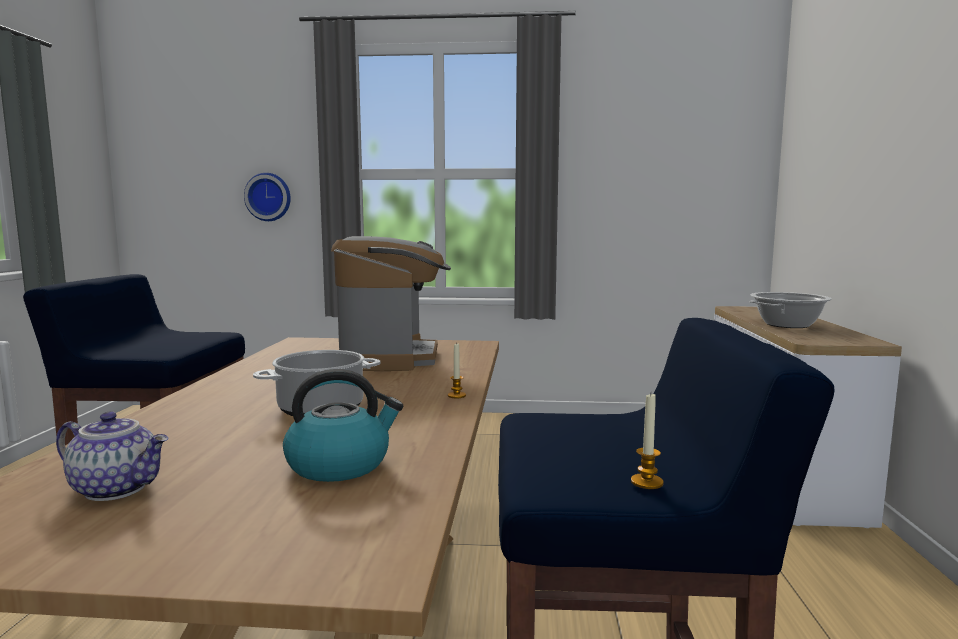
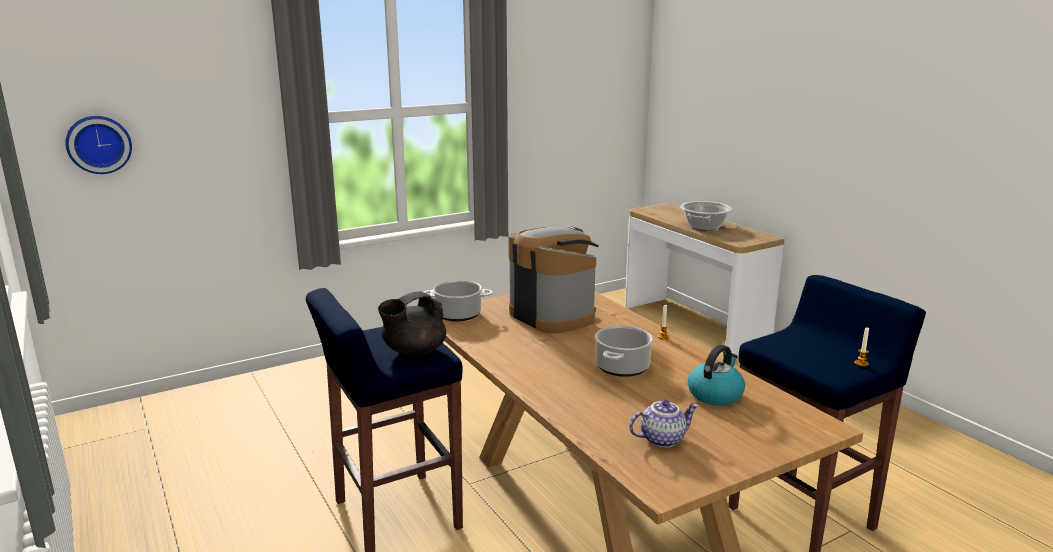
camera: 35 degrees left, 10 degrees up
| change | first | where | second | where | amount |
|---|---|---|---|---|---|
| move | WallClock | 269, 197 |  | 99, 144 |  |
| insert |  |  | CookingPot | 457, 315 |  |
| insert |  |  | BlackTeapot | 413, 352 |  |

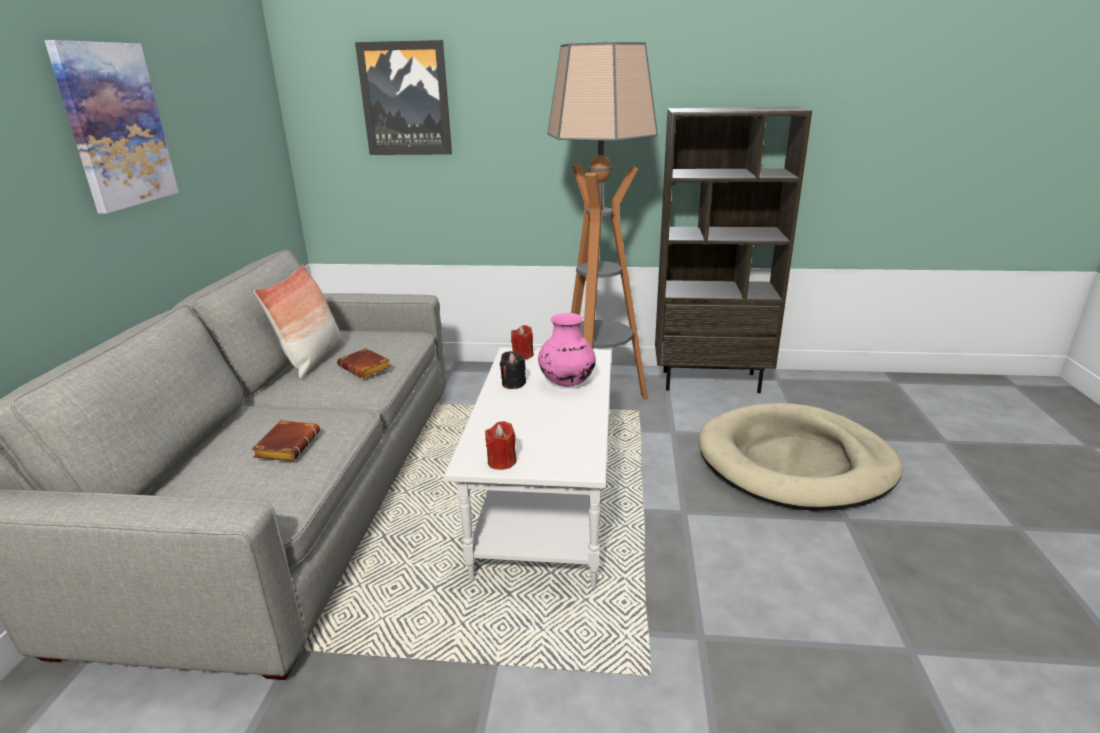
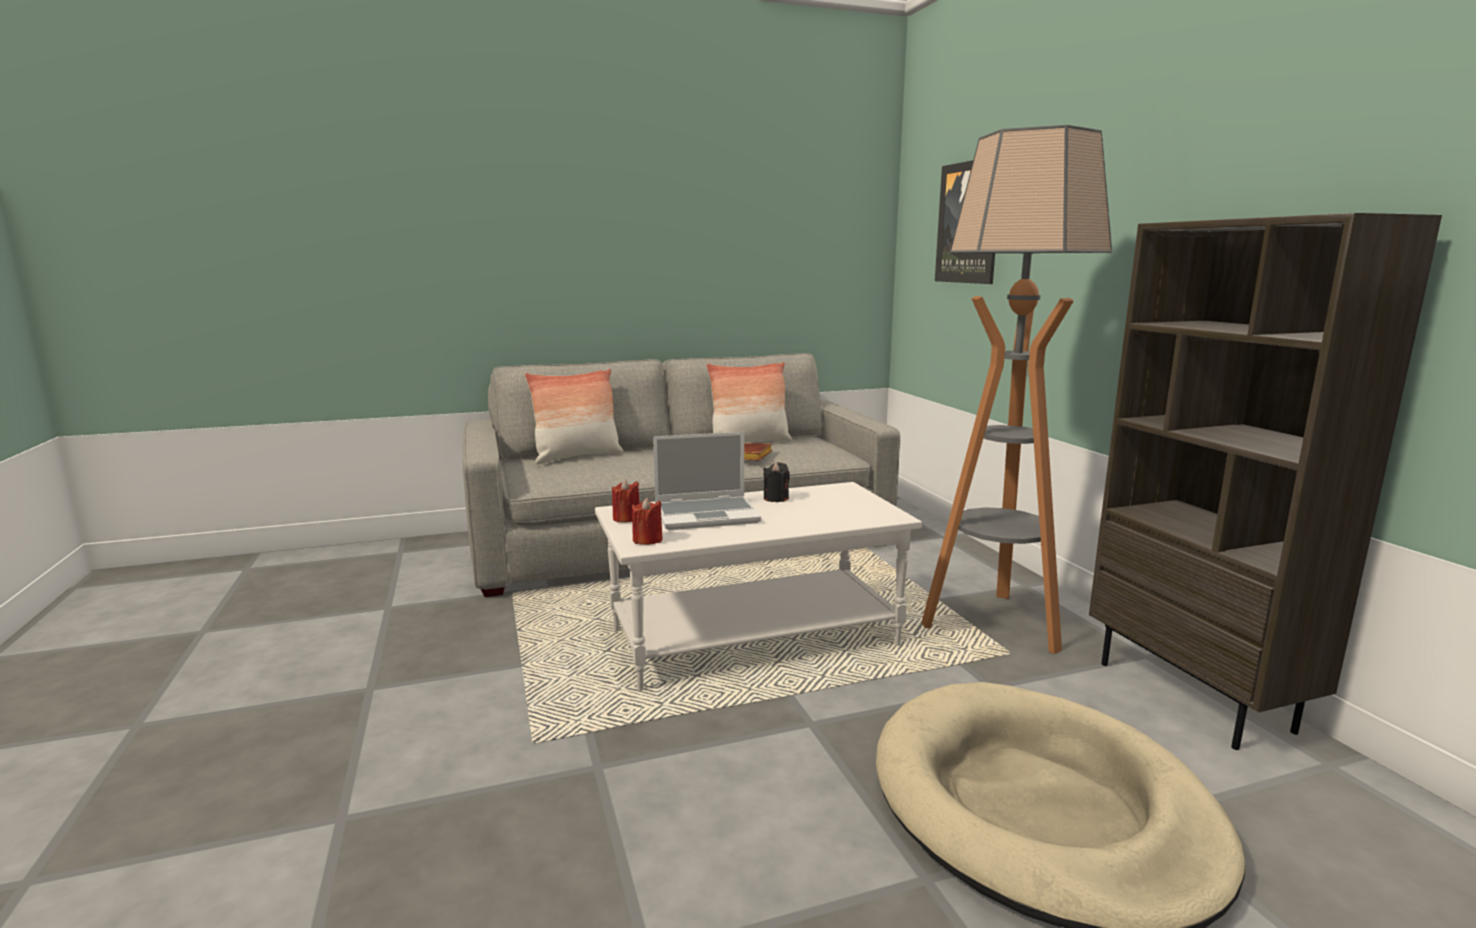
camera: 65 degrees right, 10 degrees down
| change | first | where | second | where | amount |
|---|---|---|---|---|---|
| delete | Picture | 115, 126 |  |  |  |
| delete | PinkVase | 566, 383 |  |  |  |
| move | RedCandle | 523, 355 |  | 647, 540 |  |
| delete | BrownBook | 287, 445 |  |  |  |
| insert |  |  | Pillow | 577, 456 |  |
| insert |  |  | Laptop | 707, 515 |  |

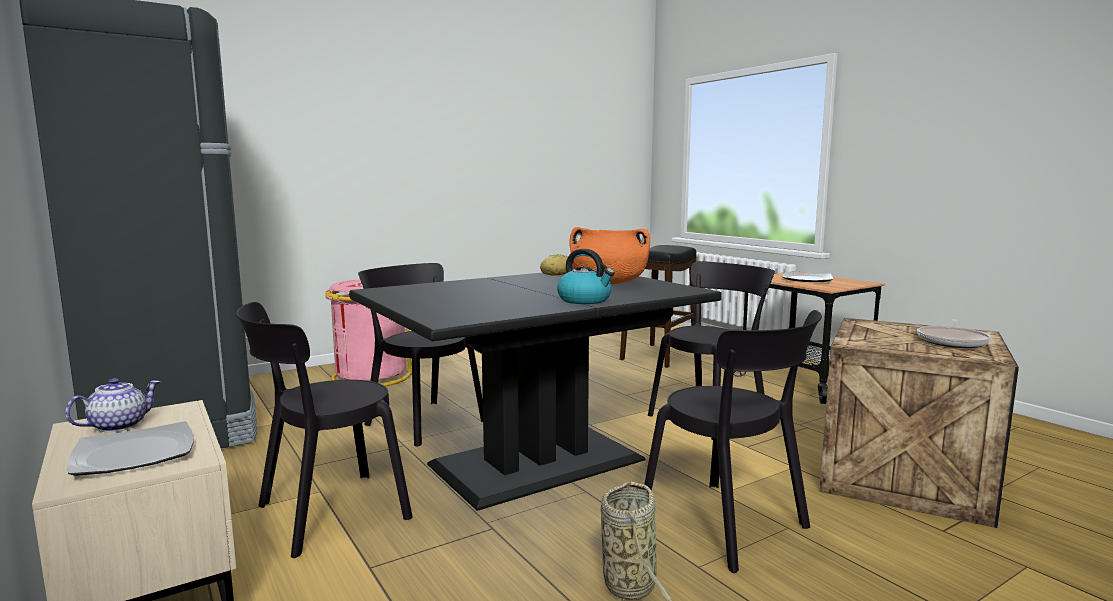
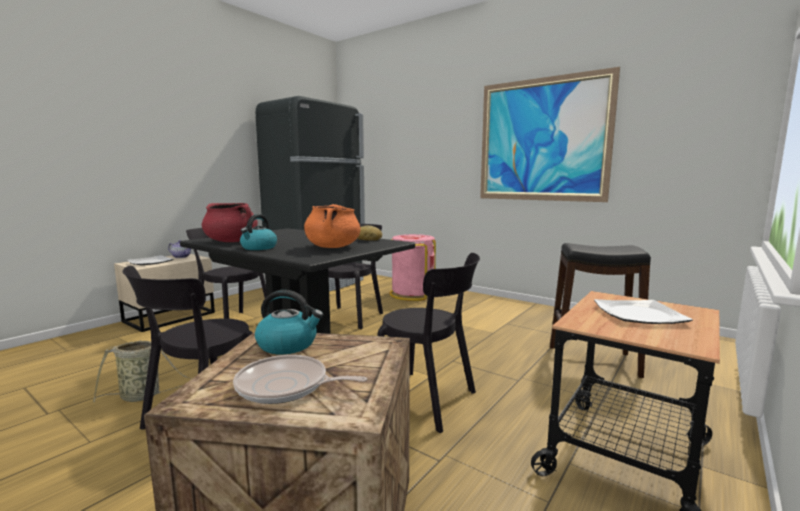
camera: 70 degrees right, 0 degrees up
| change | first | where | second | where | amount |
|---|---|---|---|---|---|
| insert |  |  | Picture | 542, 140 |  |
| insert |  |  | RedCookingPot | 232, 241 |  |
| insert |  |  | Kettle | 288, 345 |  |

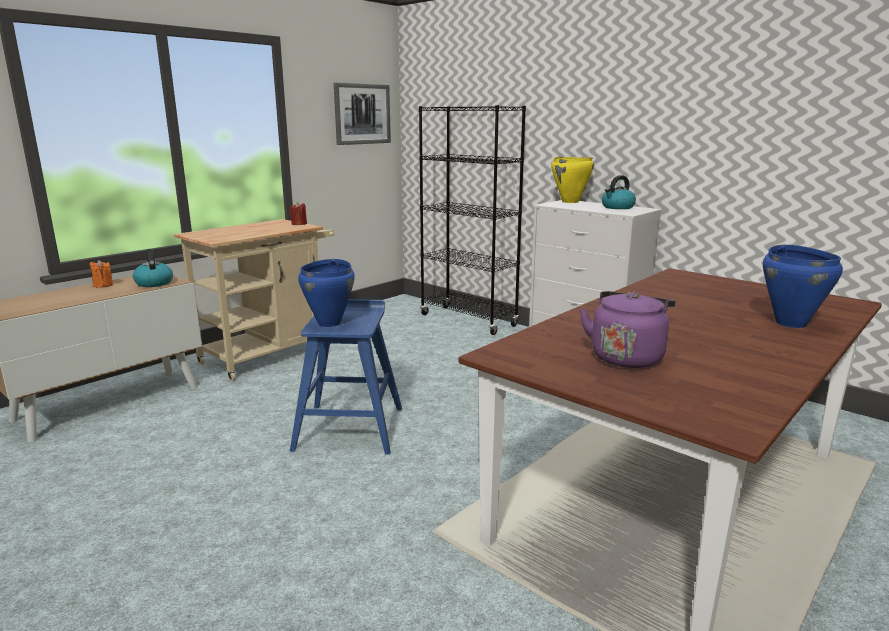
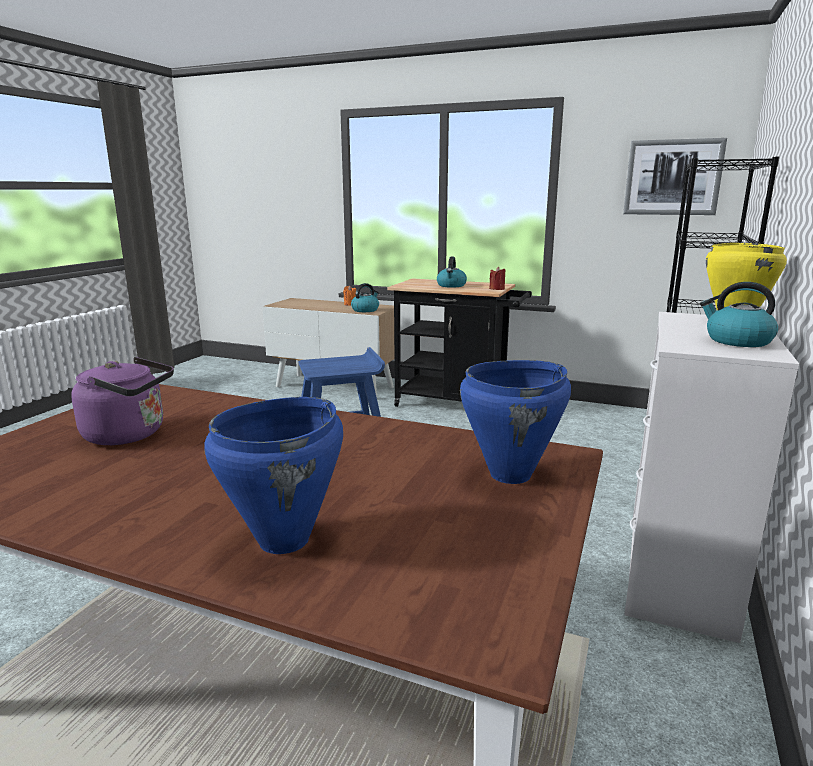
camera: 70 degrees right, 0 degrees up
| change | first | where | second | where | amount |
|---|---|---|---|---|---|
| recolor | BeigeCart | 270, 354 | BlackCart | 457, 404 |  |
| move | BlueCookingPot | 330, 323 |  | 511, 475 |  |
| insert |  |  | Kettle | 451, 285 |  |

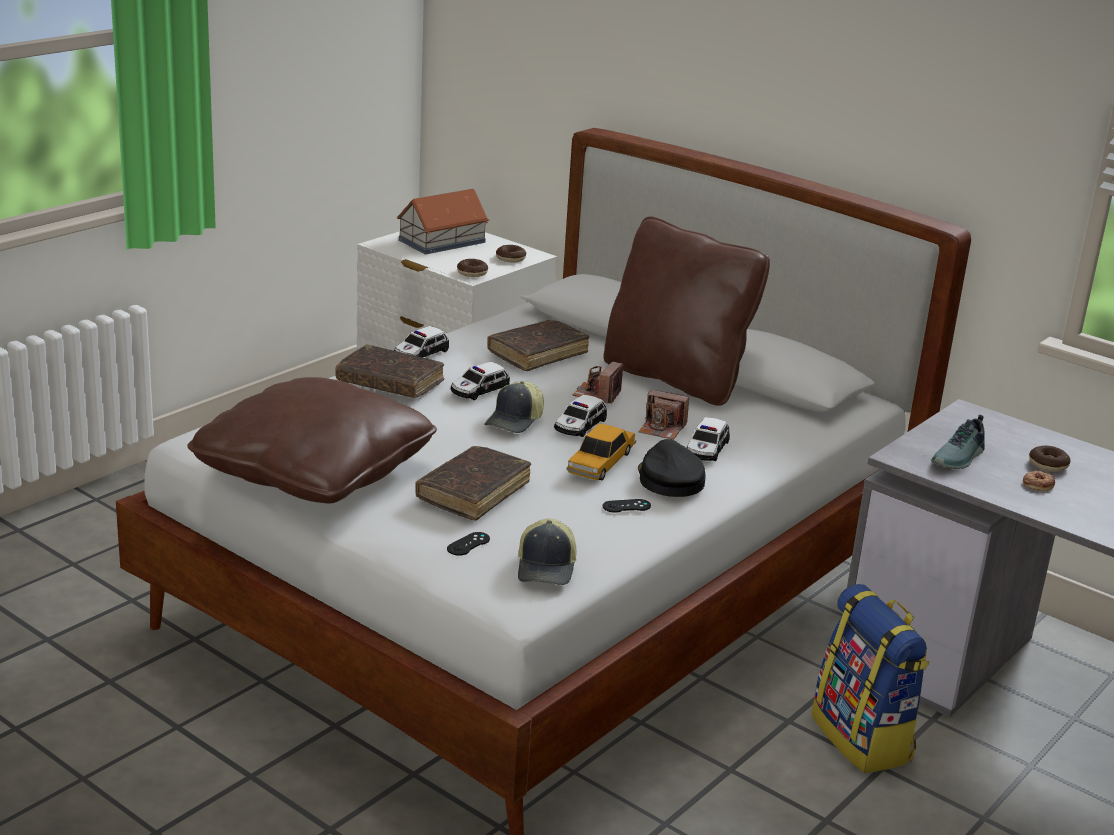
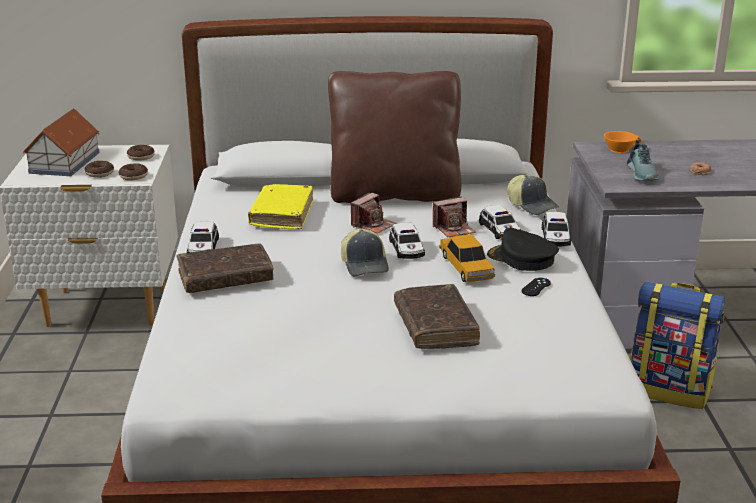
camera: 40 degrees left, 0 degrees up
| change | first | where | second | where | amount |
|---|---|---|---|---|---|
| recolor | BrownBook | 537, 354 | YellowBook | 282, 215 |  |
| rotate | PhotoCamera | 597, 395 |  | 373, 225 | 120 degrees counterclockwise |
| move | ToyCar | 479, 390 |  | 555, 237 |  |
| delete | BrownPillow | 313, 472 |  |  |  |
| move | Donut | 1048, 465 |  | 99, 174 |  |
| move | Cap | 547, 568 |  | 532, 205 |  |
| delete | BlackGameController | 468, 544 |  |  |  |
| insert |  |  | OrangeCup | 619, 149 |  |

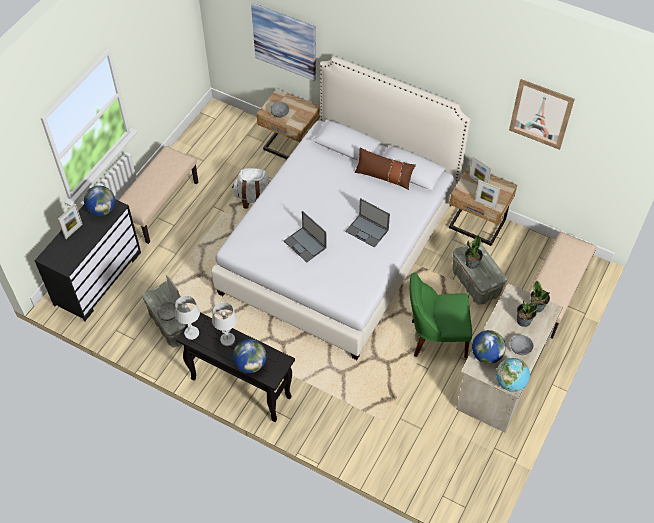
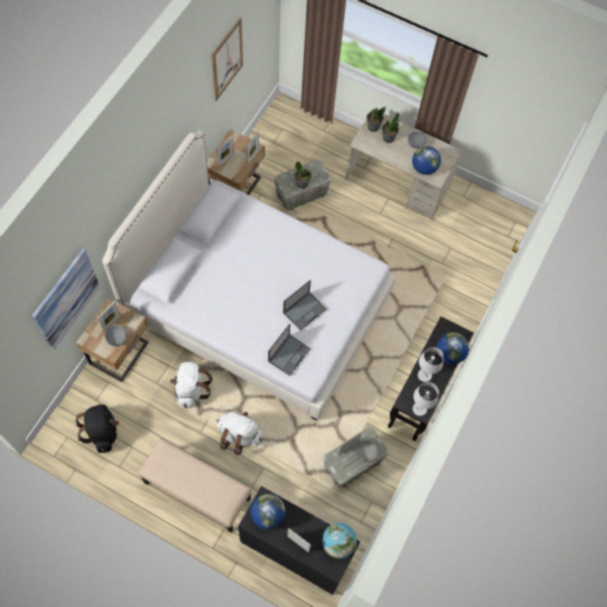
camera: 95 degrees left, 10 degrees up
| change | first | where | second | where | amount |
|---|---|---|---|---|---|
| delete | BrownPillow | 384, 176 |  |  |  |
| move | Laptop | 367, 231 |  | 289, 354 |  |
| delete | BeigeBench | 553, 296 |  |  |  |
| delete | GreenChair | 435, 338 |  |  |  |
| move | Globe | 510, 382 |  | 338, 543 |  |
| insert |  |  | PictureFrame | 111, 323 |  |
| insert |  |  | BlackBackpack | 102, 432 |  |
| insert |  |  | WhiteBackpack | 239, 436 |  |

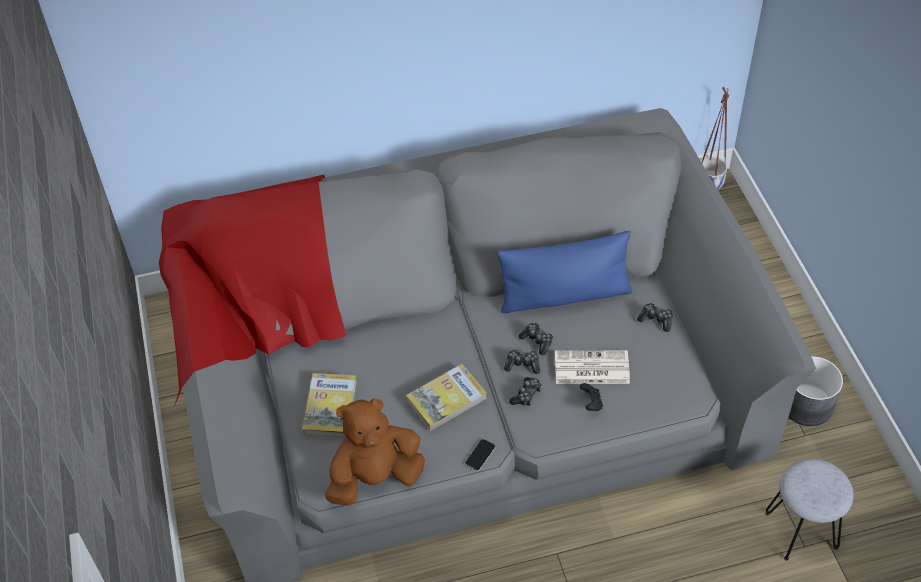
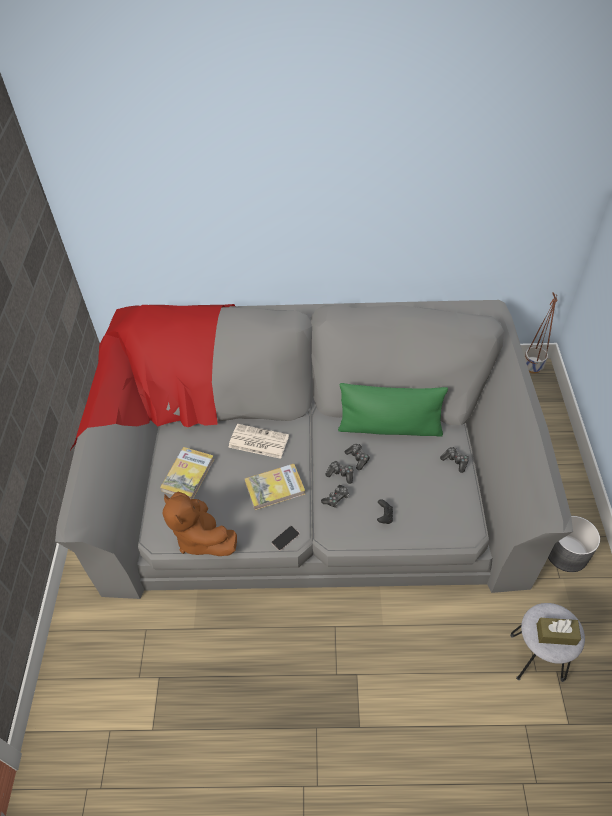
camera: 15 degrees right, 0 degrees up
| change | first | where | second | where | amount |
|---|---|---|---|---|---|
| recolor | BluePillow | 564, 295 | GreenPillow | 390, 428 |  |
| move | Newspaper | 590, 368 |  | 257, 441 |  |
| rotate | BrownPlushToy | 375, 478 |  | 201, 537 | 120 degrees counterclockwise |
| insert |  |  | BrownTissueBox | 556, 634 |  |

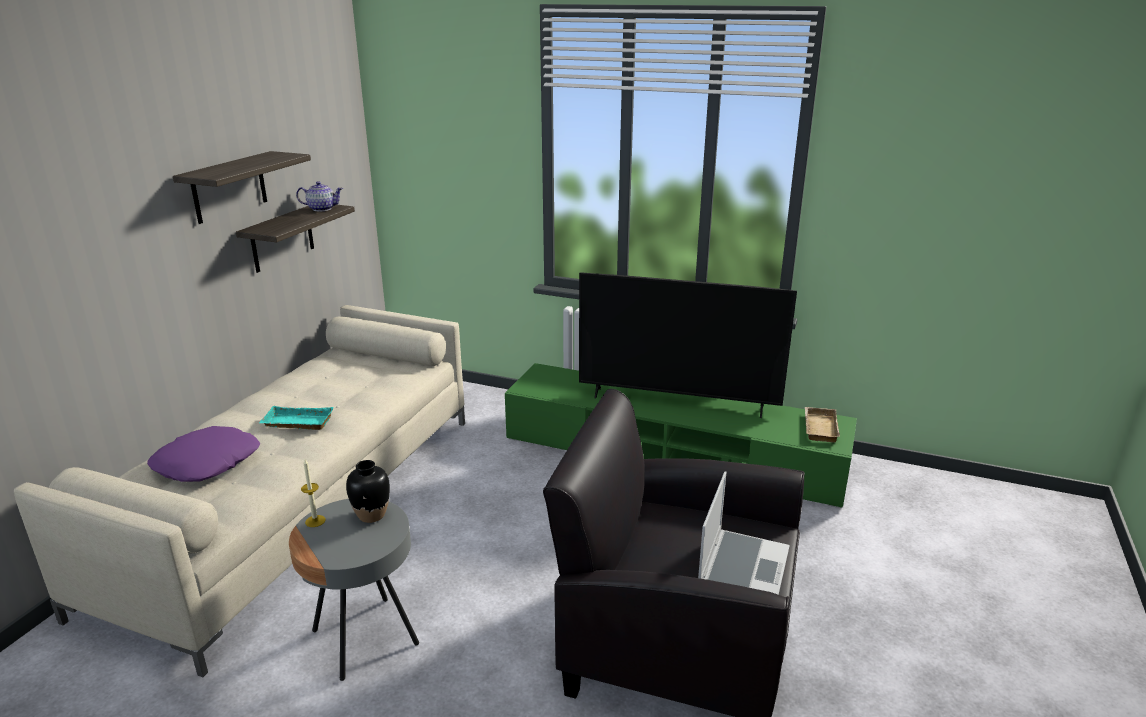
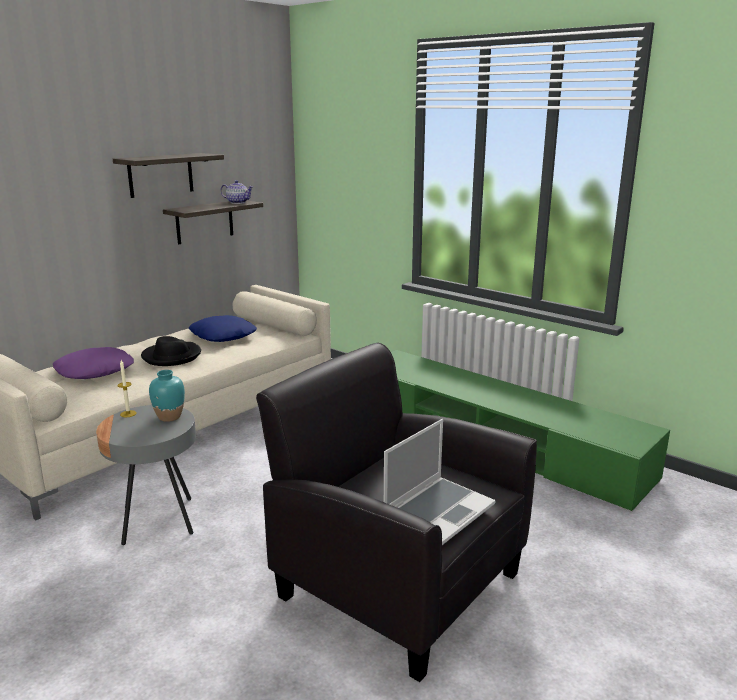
camera: 20 degrees right, 5 degrees down
| change | first | where | second | where | amount |
|---|---|---|---|---|---|
| delete | Television | 677, 402 |  |  |  |
| replace | TurquoiseTray | 296, 423 | BlackHat | 171, 356 |  |
| delete | BeigeTray | 818, 427 |  |  |  |
| recolor | BlackVase | 371, 515 | TurquoiseVase | 169, 417 |  |
| insert |  |  | BluePillow | 223, 335 |  |

